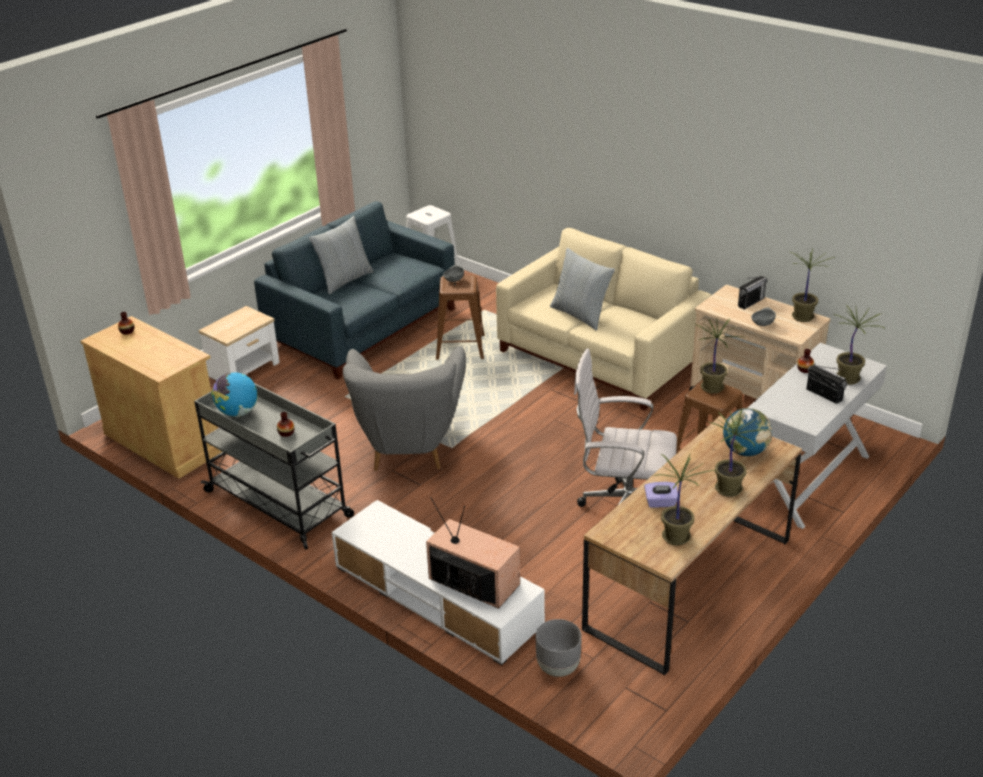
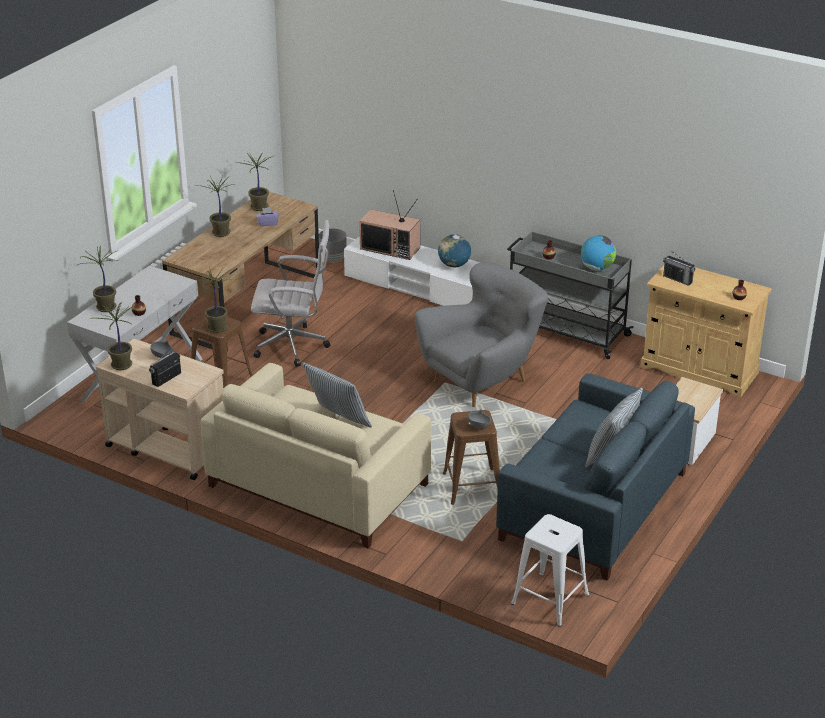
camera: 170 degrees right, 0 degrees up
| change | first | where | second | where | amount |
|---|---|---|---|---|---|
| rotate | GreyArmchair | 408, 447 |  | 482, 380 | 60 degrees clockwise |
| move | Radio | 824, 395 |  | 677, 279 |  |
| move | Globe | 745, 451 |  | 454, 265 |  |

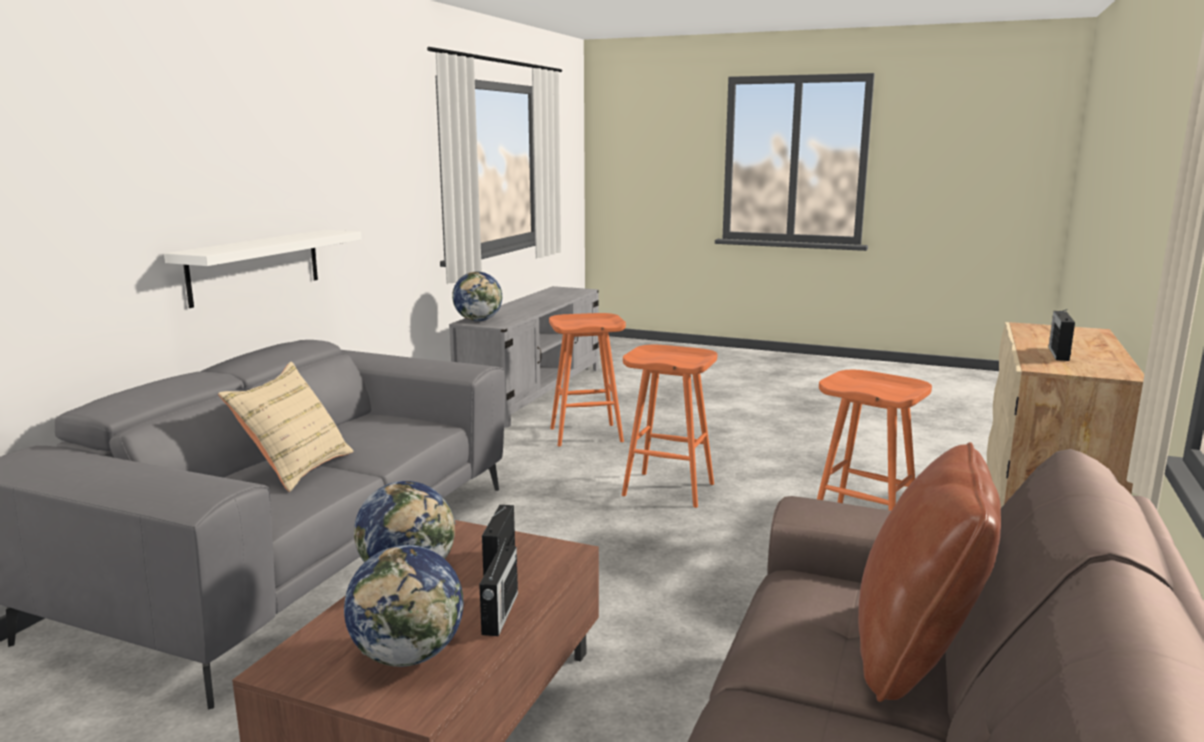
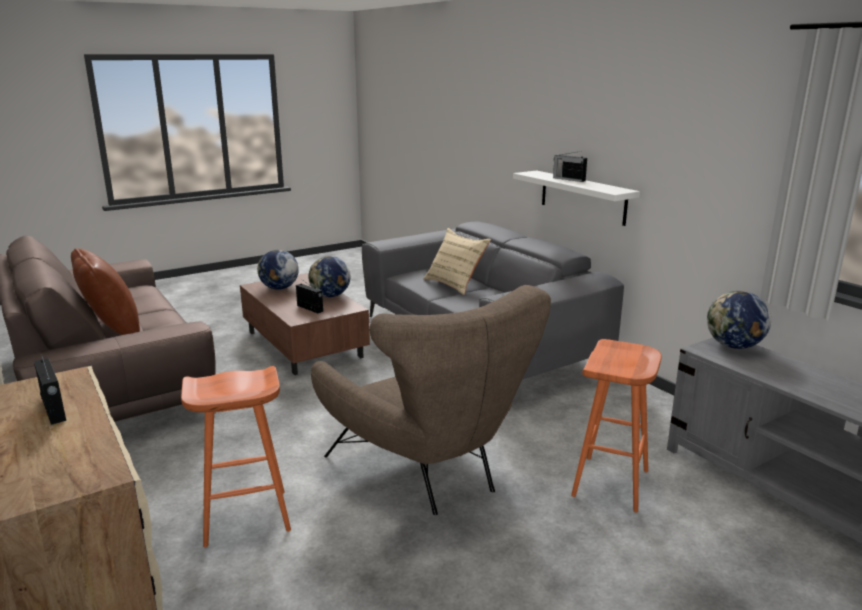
camera: 125 degrees right, 5 degrees up
| change | first | where | second | where | amount |
|---|---|---|---|---|---|
| replace | OrangeStool | 670, 489 | BrownArmchair | 432, 470 |  |
| move | Radio | 499, 614 |  | 568, 179 |  |

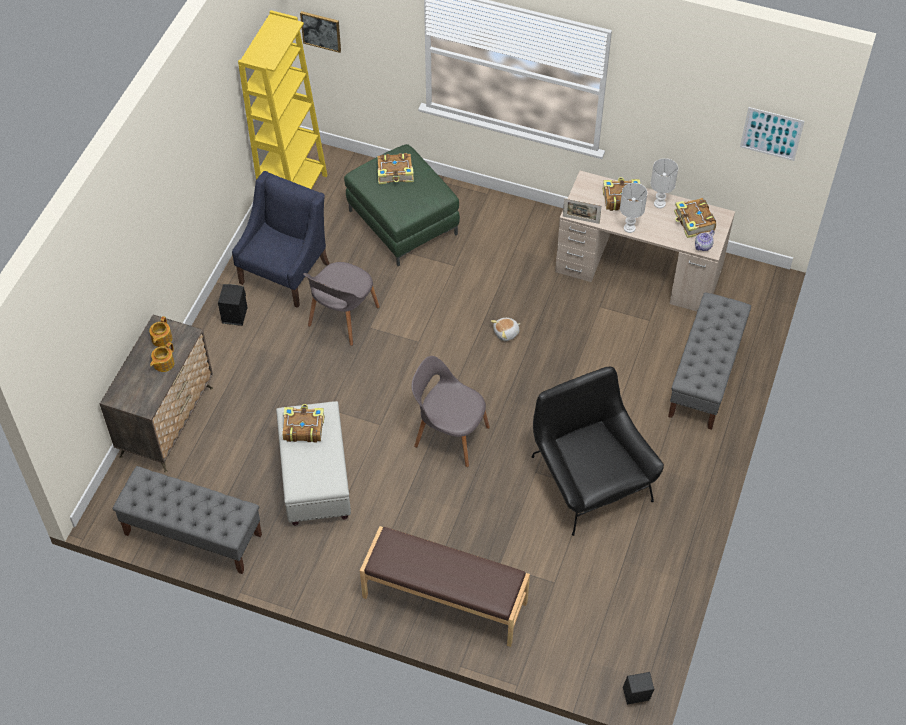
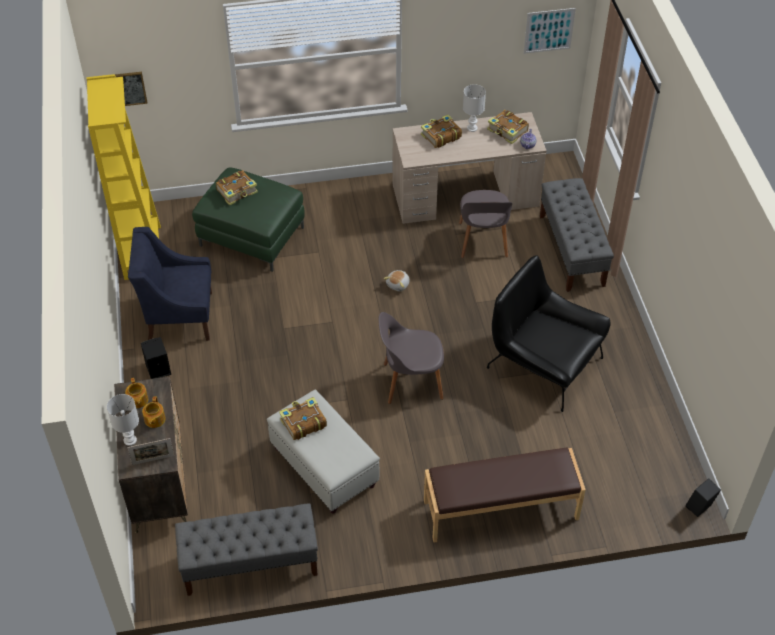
camera: 30 degrees left, 5 degrees down
| change | first | where | second | where | amount |
|---|---|---|---|---|---|
| rotate | BlueArmchair | 285, 272 |  | 179, 316 | 90 degrees counterclockwise |
| move | WhiteTableLamp | 630, 228 |  | 130, 440 |  |
| move | PictureFrame | 581, 220 |  | 153, 460 |  |
| move | GreyChair | 342, 318 |  | 482, 241 |  |

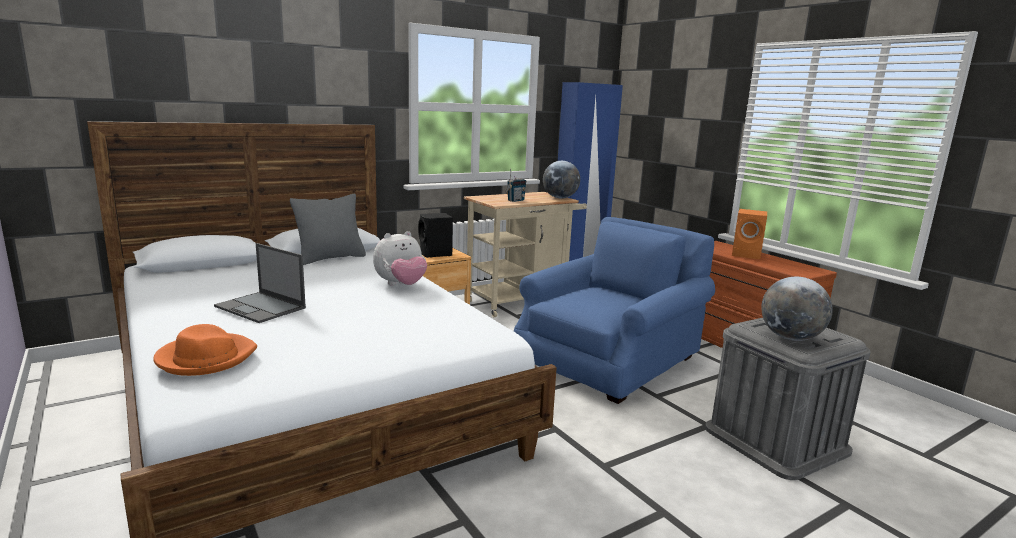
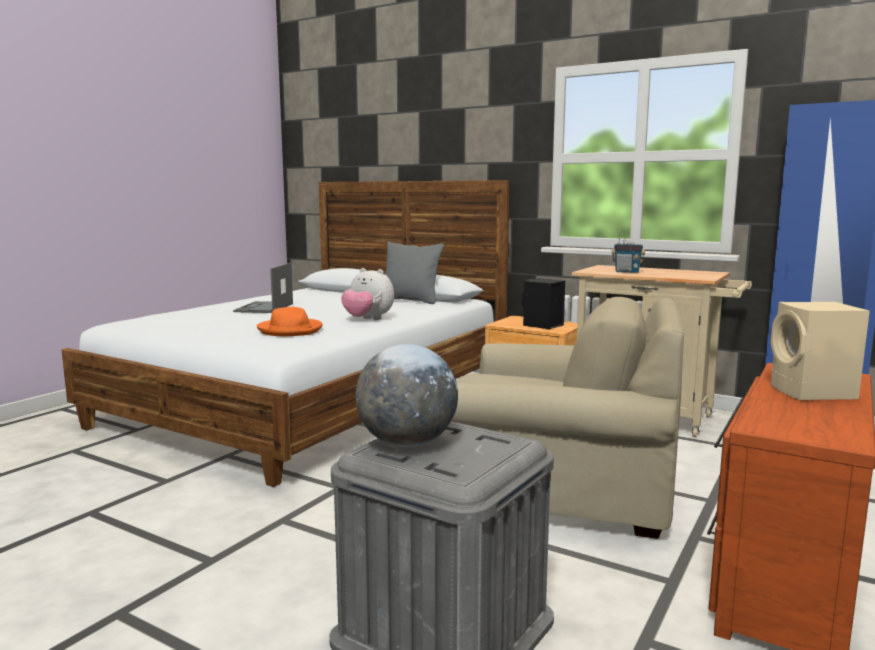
camera: 65 degrees right, 5 degrees down
| change | first | where | second | where | amount |
|---|---|---|---|---|---|
| delete | Globe | 560, 198 |  |  |  |
| recolor | OrangeSpeaker | 747, 255 | BeigeSpeaker | 813, 393 |  |
| recolor | BlueArmchair | 607, 360 | BeigeArmchair | 550, 486 |  |
| move | OrangeHat | 206, 357 |  | 290, 330 |  |

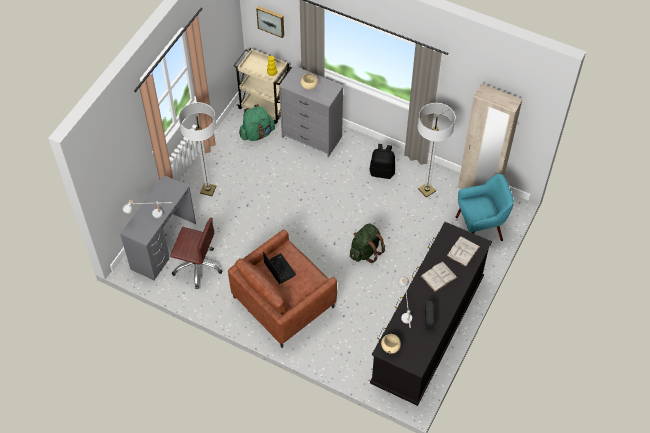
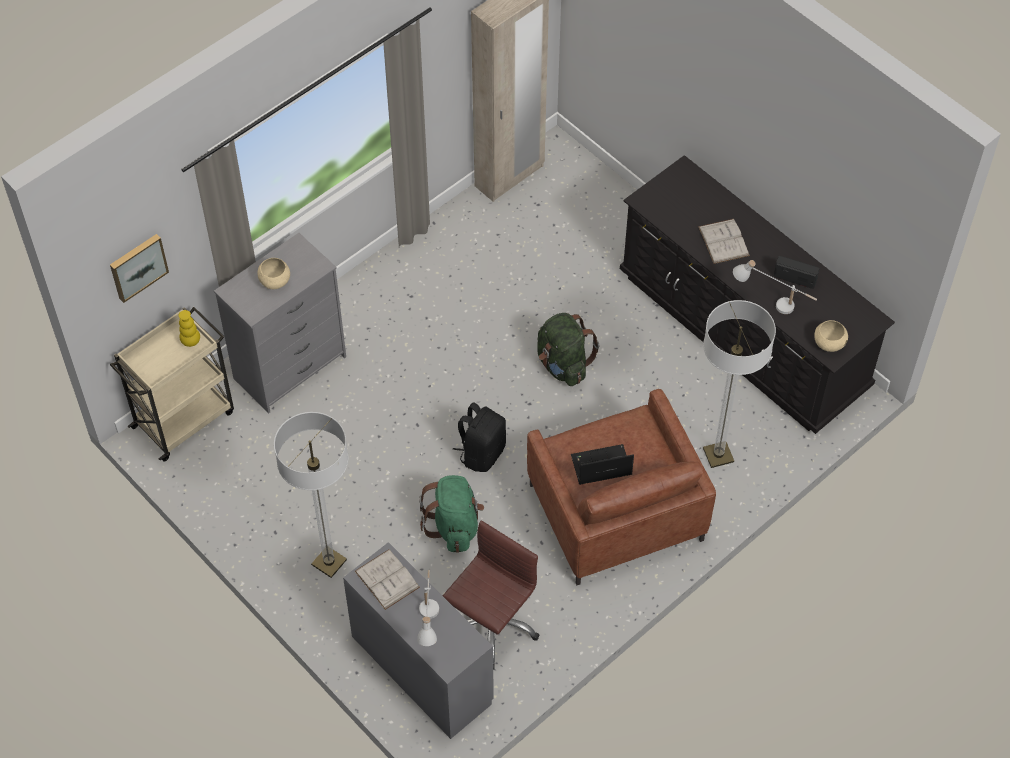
camera: 70 degrees left, 0 degrees up
| change | first | where | second | where | amount |
|---|---|---|---|---|---|
| move | FloorLamp | 427, 190 |  | 718, 455 |  |
| move | GreenBackpack | 257, 133 |  | 454, 526 |  |
| move | BlackBackpack | 382, 172 |  | 481, 453 |  |
| delete | TurquoiseArmchair | 480, 229 |  |  |  |
| move | WhiteBook | 463, 251 |  | 387, 579 |  |

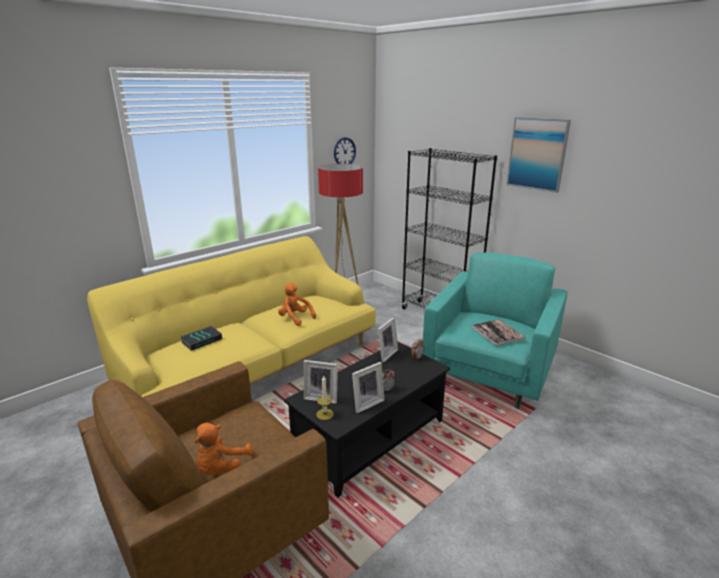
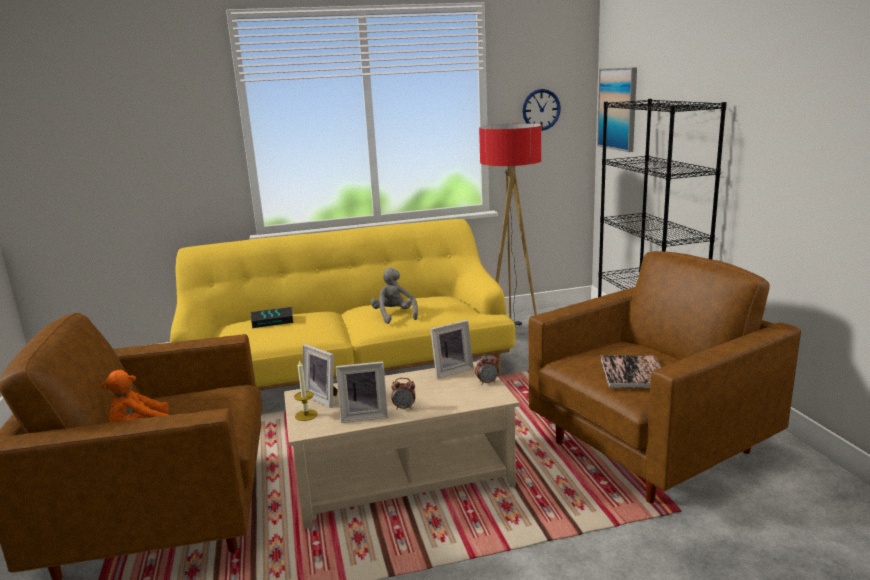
camera: 30 degrees right, 5 degrees down
| change | first | where | second | where | amount |
|---|---|---|---|---|---|
| move | Picture | 537, 154 |  | 618, 109 |  |
| recolor | TurquoiseArmchair | 489, 375 | BrownArmchair | 649, 449 |  |
| recolor | OrangePlushToy | 295, 318 | GreyPlushToy | 394, 316 |  |
| recolor | BlackCoffeeTable | 370, 438 | BeigeCoffeeTable | 403, 479 |  |

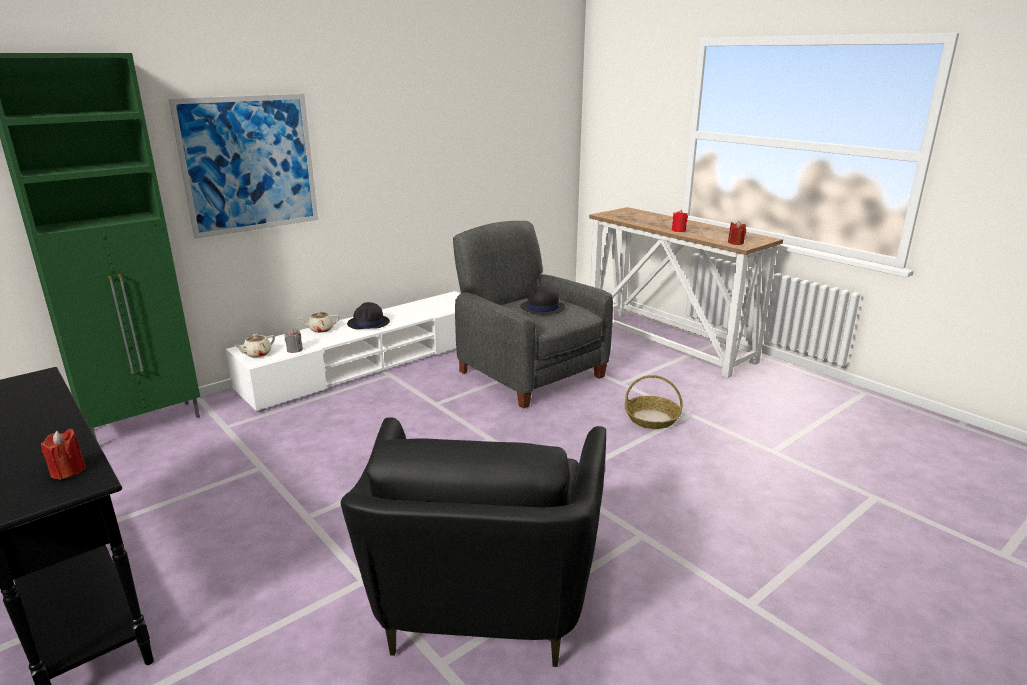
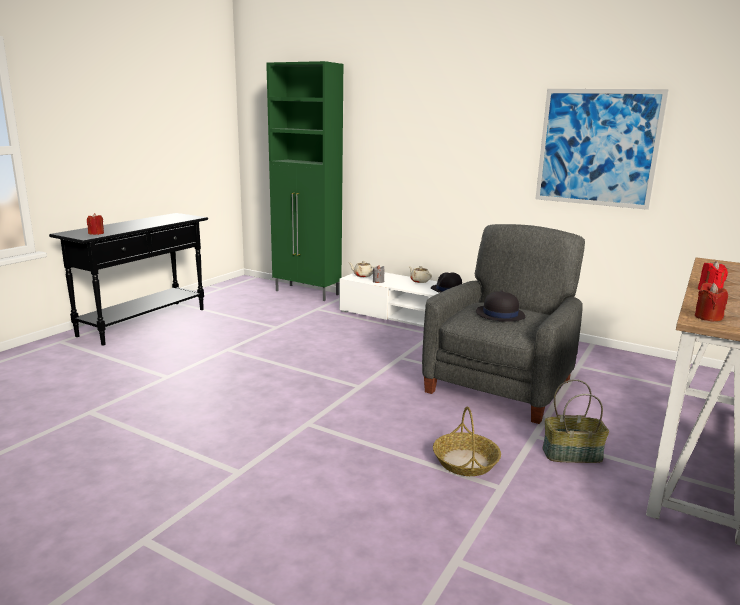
camera: 70 degrees right, 5 degrees down
| change | first | where | second | where | amount |
|---|---|---|---|---|---|
| move | Picture | 249, 164 |  | 597, 148 |  |
| delete | BlackArmchair | 483, 597 |  |  |  |
| insert |  |  | Basket | 572, 454 |  |

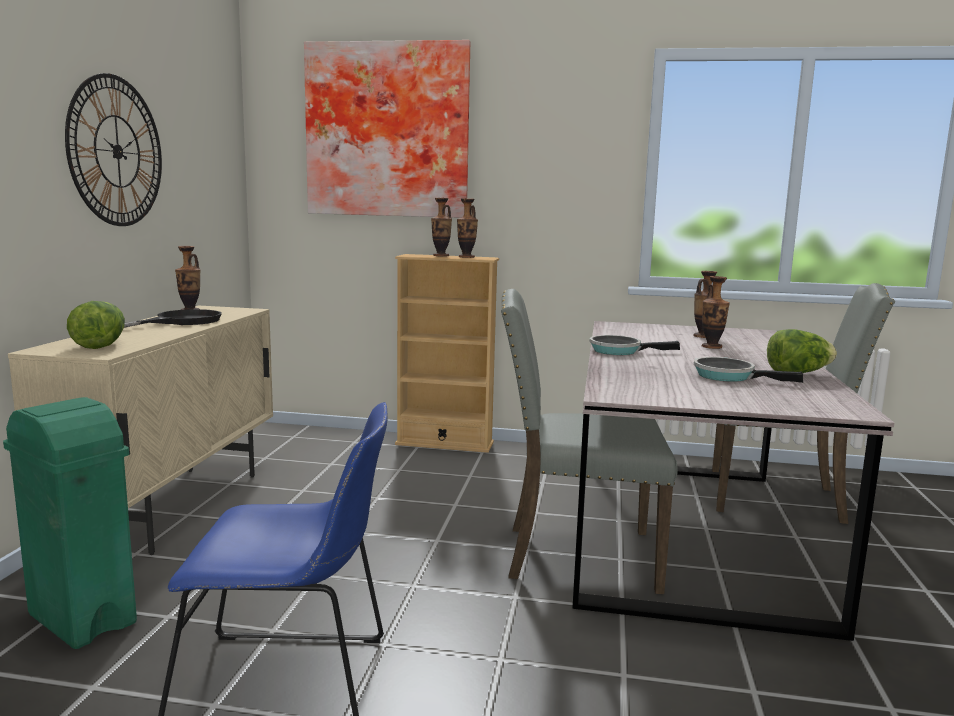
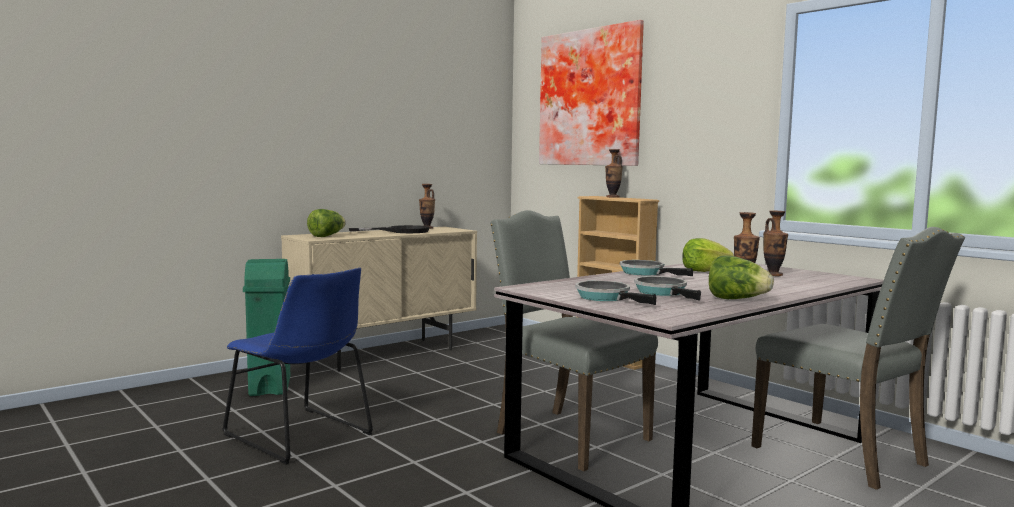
camera: 40 degrees right, 5 degrees down
| change | first | where | second | where | amount |
|---|---|---|---|---|---|
| delete | WallClock | 117, 151 |  |  |  |
| delete | Vase | 466, 257 |  |  |  |
| insert |  |  | Lettuce | 704, 271 |  |
| insert |  |  | FryingPan | 606, 298 |  |

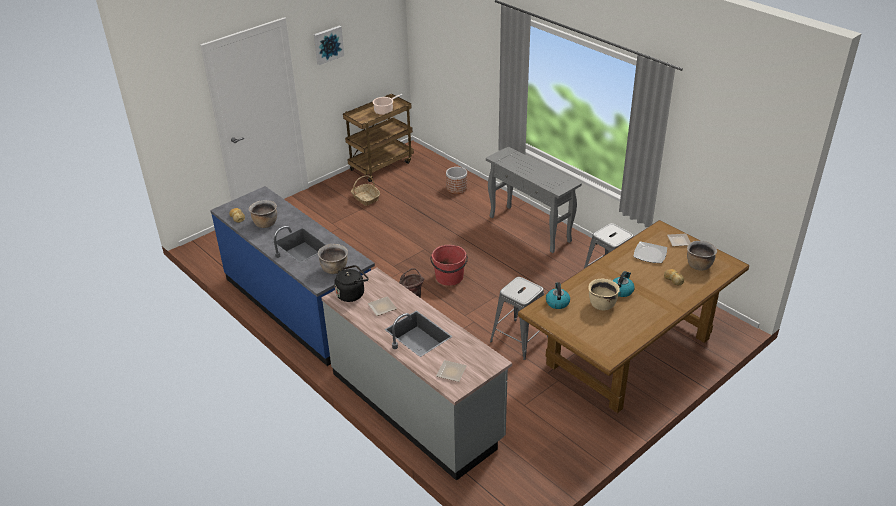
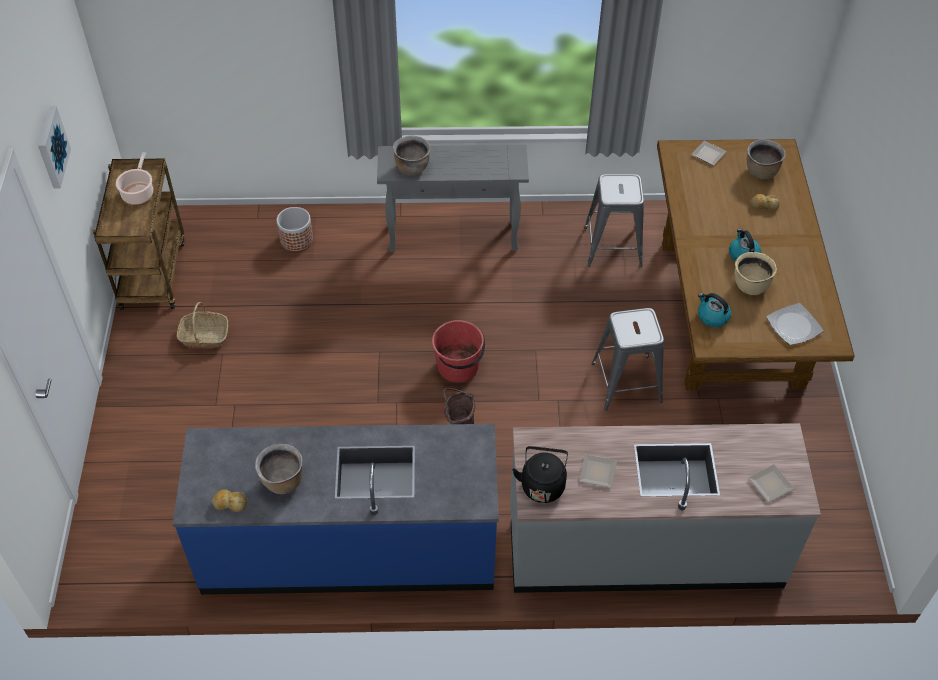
camera: 50 degrees left, 15 degrees up
| change | first | where | second | where | amount |
|---|---|---|---|---|---|
| move | Plate | 649, 254 |  | 793, 326 |  |
| move | BrownCookingPot | 334, 269 |  | 412, 167 |  |

